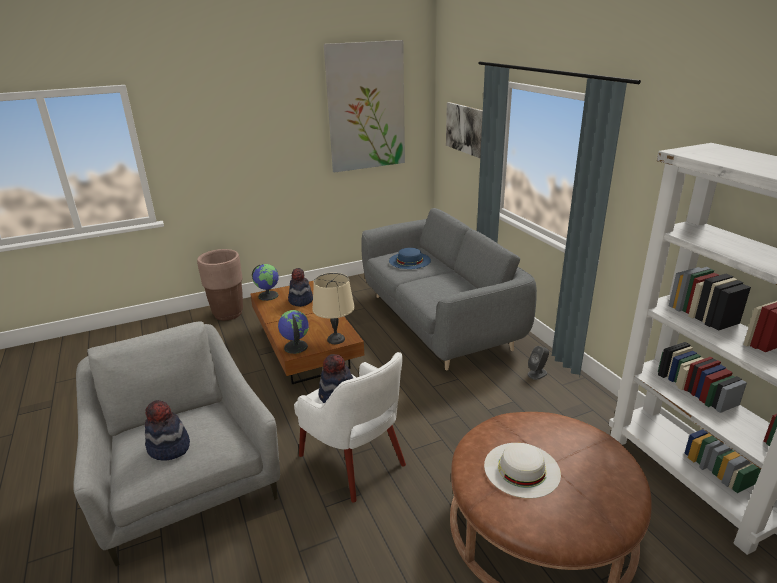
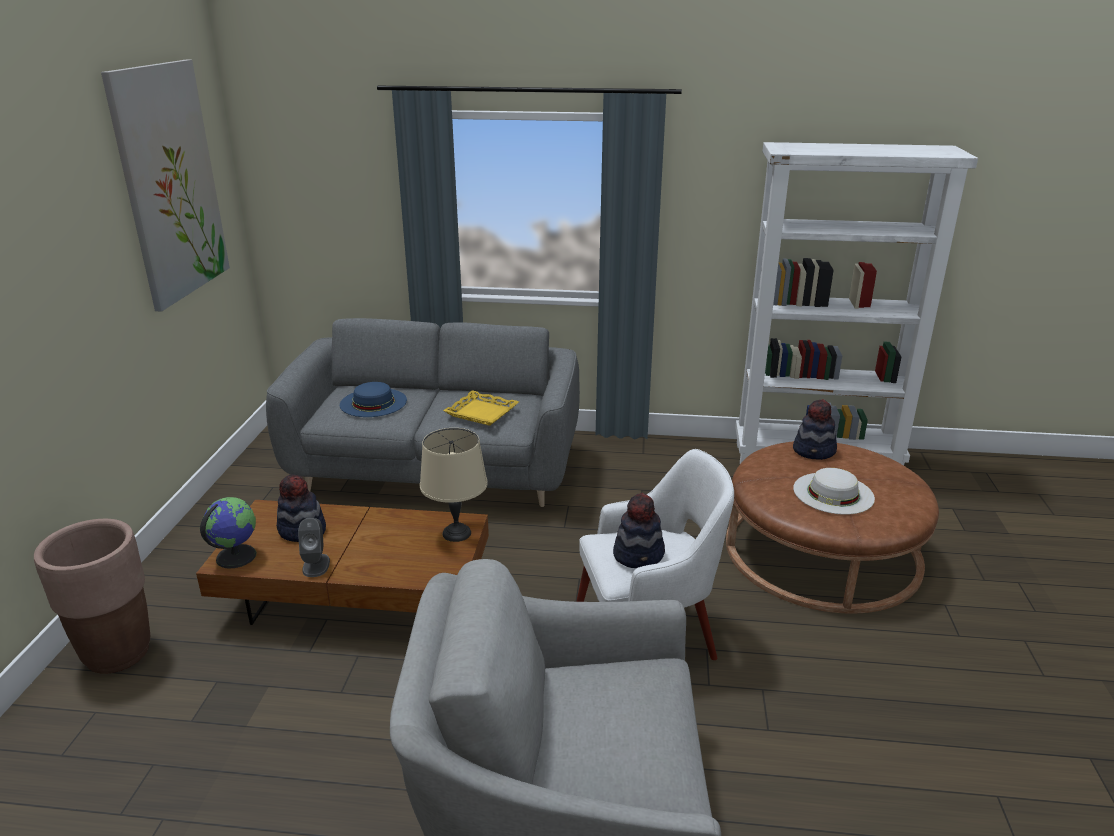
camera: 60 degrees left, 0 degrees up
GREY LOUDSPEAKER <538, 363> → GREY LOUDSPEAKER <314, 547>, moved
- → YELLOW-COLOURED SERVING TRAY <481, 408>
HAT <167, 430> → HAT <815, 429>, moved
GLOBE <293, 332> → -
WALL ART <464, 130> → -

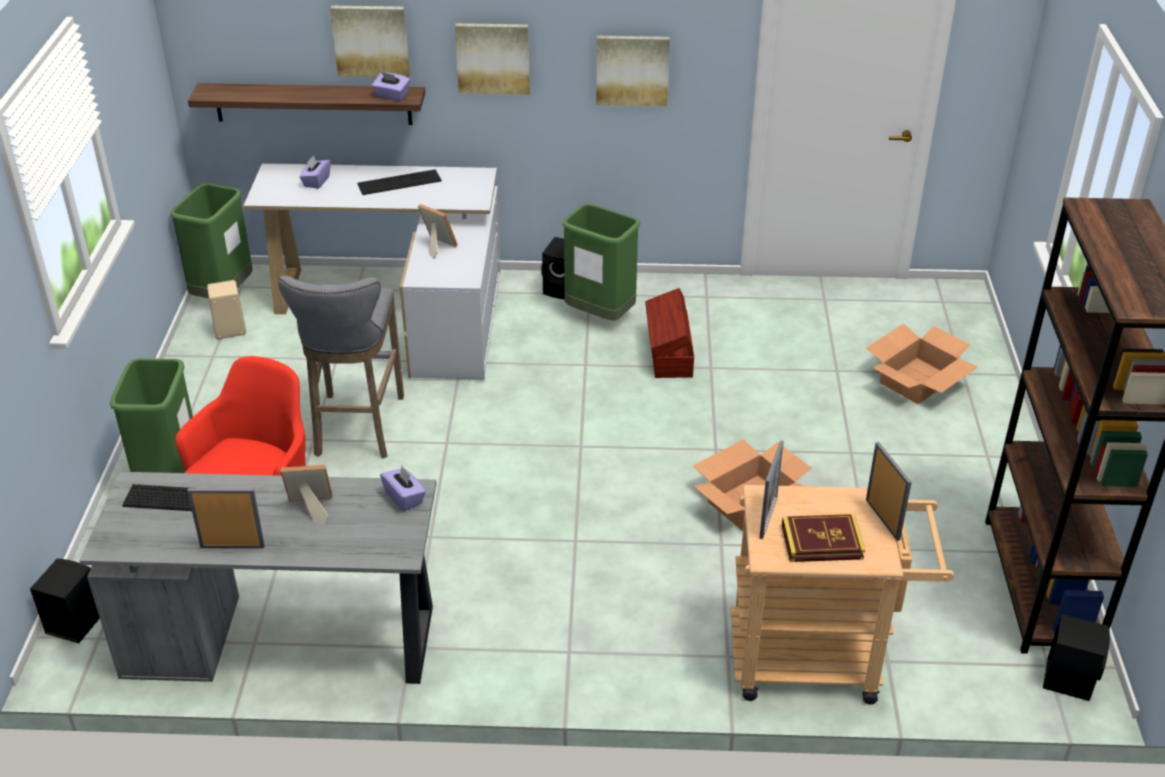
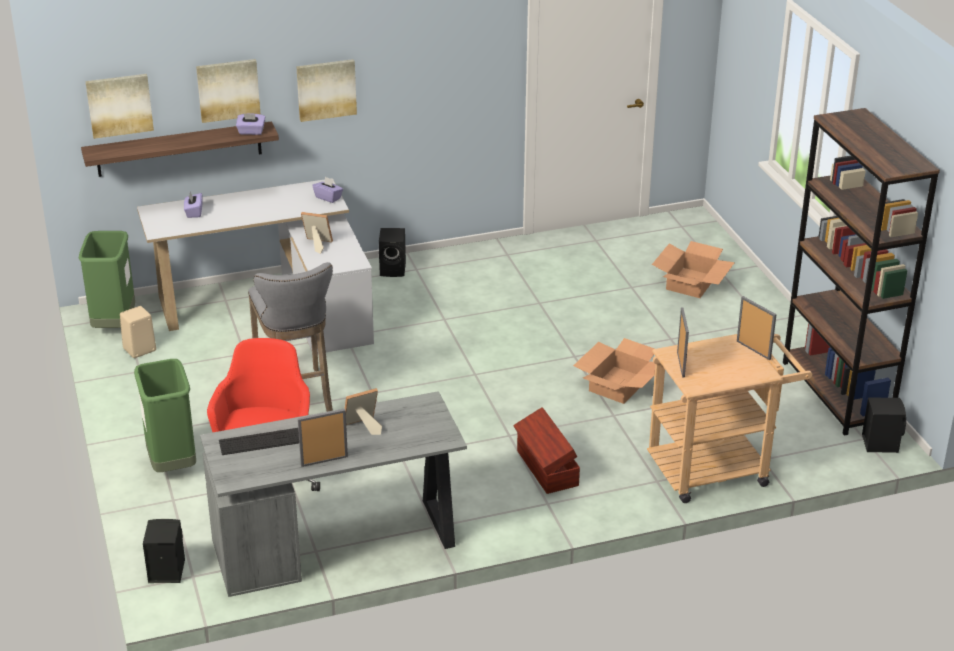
camera: 20 degrees left, 5 degrees down
WALL ART <633, 71> → WALL ART <119, 106>, moved
PURPLISH TISSUE BOX <403, 488> → PURPLISH TISSUE BOX <328, 190>, moved
BROWN-COLOURED STORAGE CONTAINER <669, 333> → BROWN-COLOURED STORAGE CONTAINER <546, 450>, moved
KEYBOARD <399, 182> → -
GREEN-COLOURED RUBBISH BIN <601, 262> → -
VOLUME <823, 538> → -

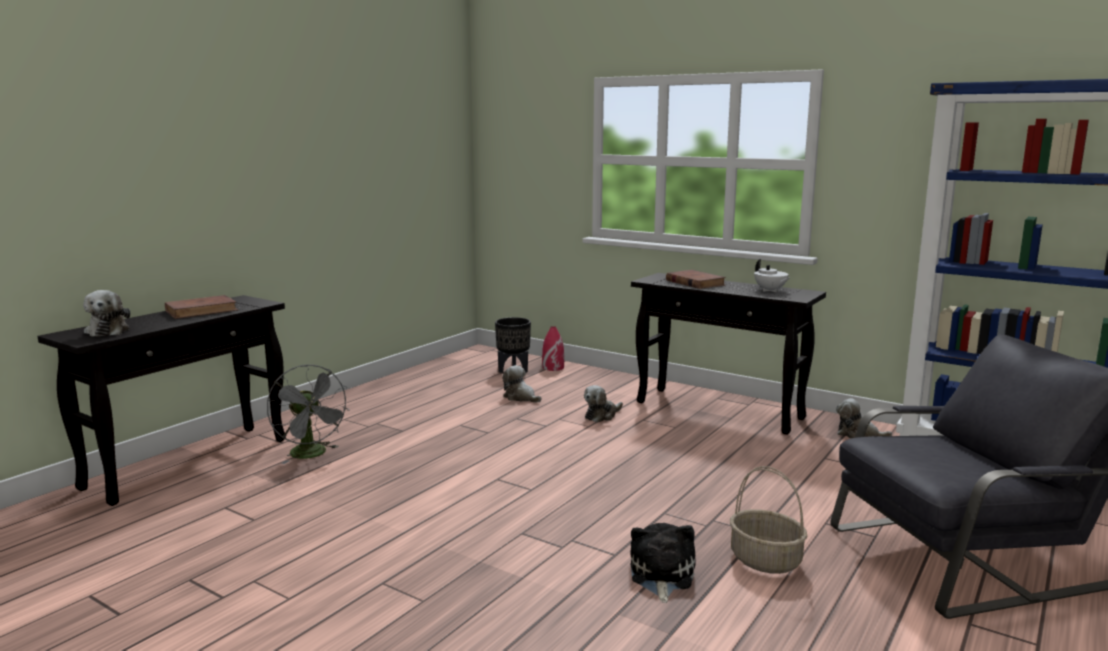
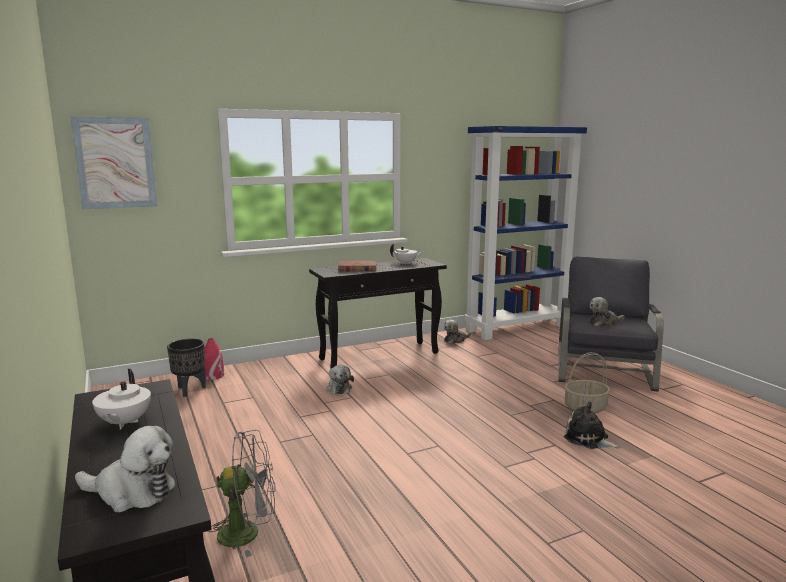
camera: 60 degrees left, 0 degrees up
- → WALL ART <113, 162>
BROWN-COLOURED VOLUME <201, 307> → WHITE POT FOR TEA <121, 399>
PLUSH TOY <521, 384> → PLUSH TOY <606, 312>, moved

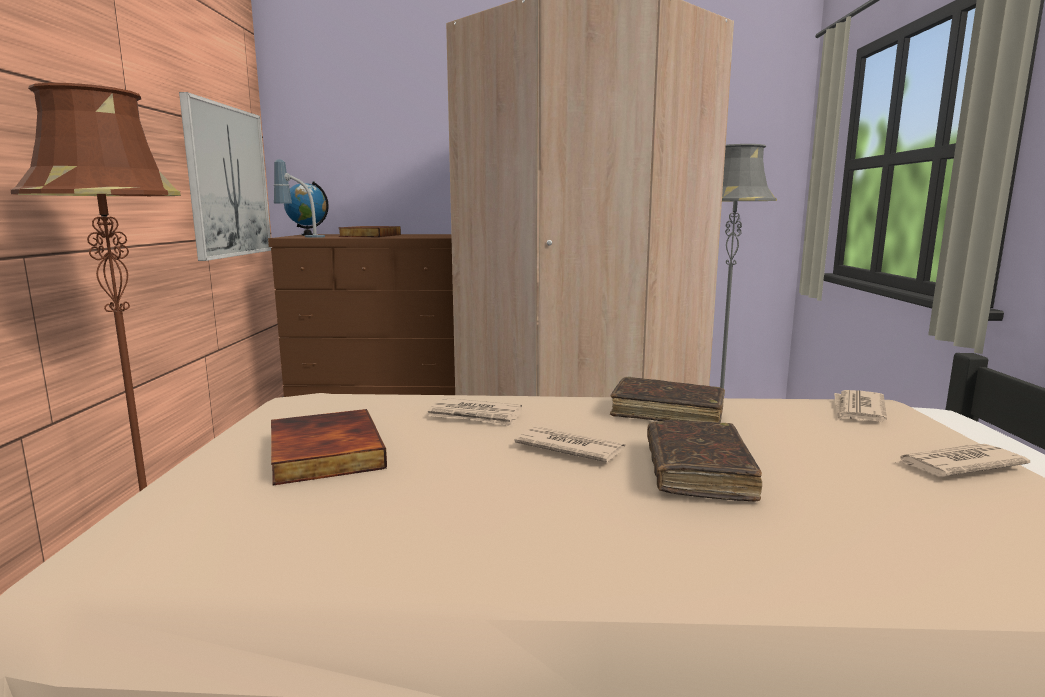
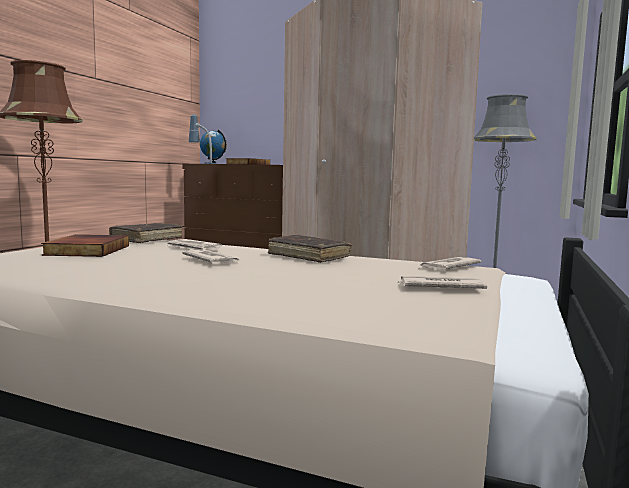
camera: 20 degrees right, 5 degrees down
BROWN-COLOURED VOLUME <704, 460> → BROWN-COLOURED VOLUME <145, 233>, moved
WALL ART <225, 176> → -

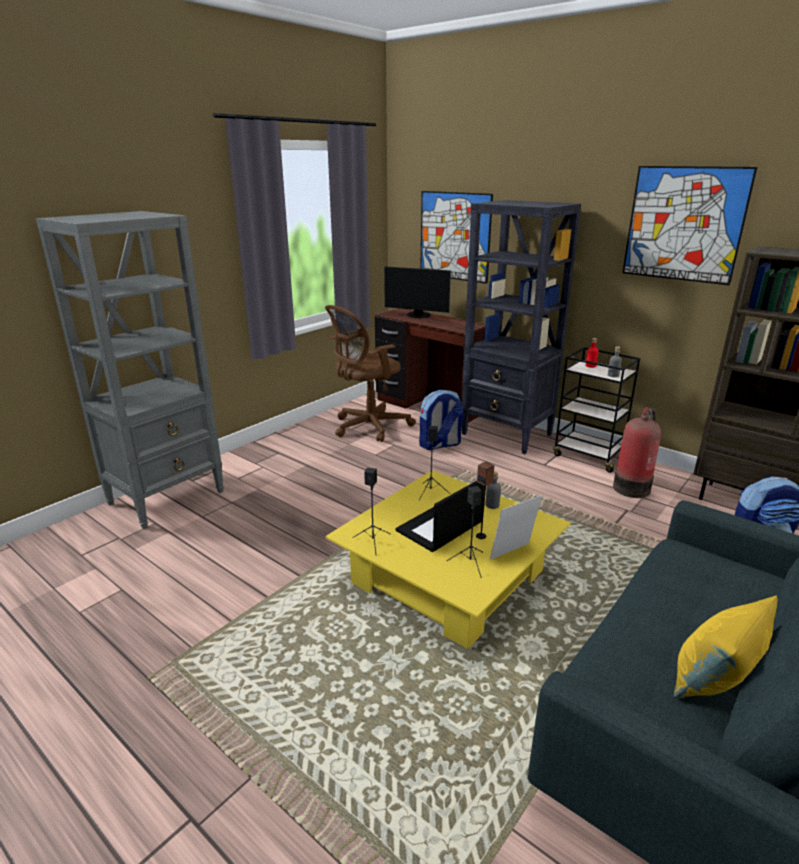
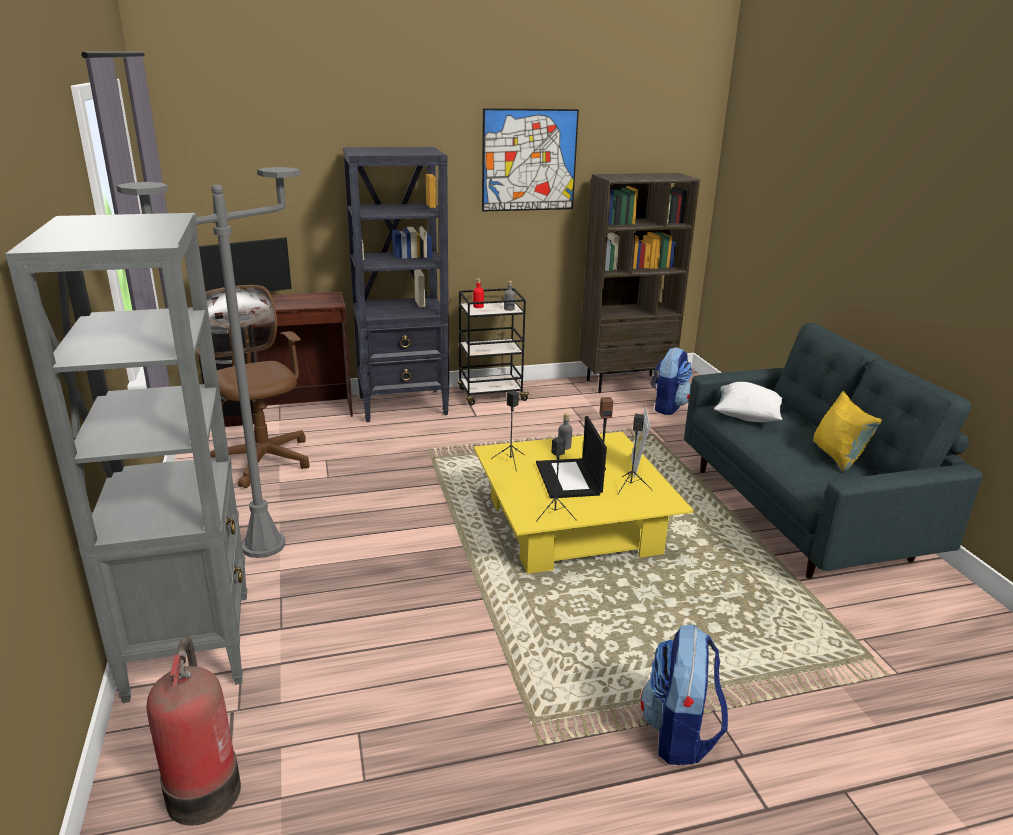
camera: 55 degrees left, 0 degrees up
- → GREY FLOOR LAMP <208, 362>
FIRE EXTINGUISHER <637, 452> → FIRE EXTINGUISHER <194, 731>, moved
BROWN-COLOURED DESK CHAIR <370, 373> → BROWN-COLOURED DESK CHAIR <253, 386>, 150 degrees clockwise
RUCKSACK <441, 420> → RUCKSACK <684, 695>, moved
- → WHITE THROW PILLOW <748, 402>
WALL ART <456, 237> → -

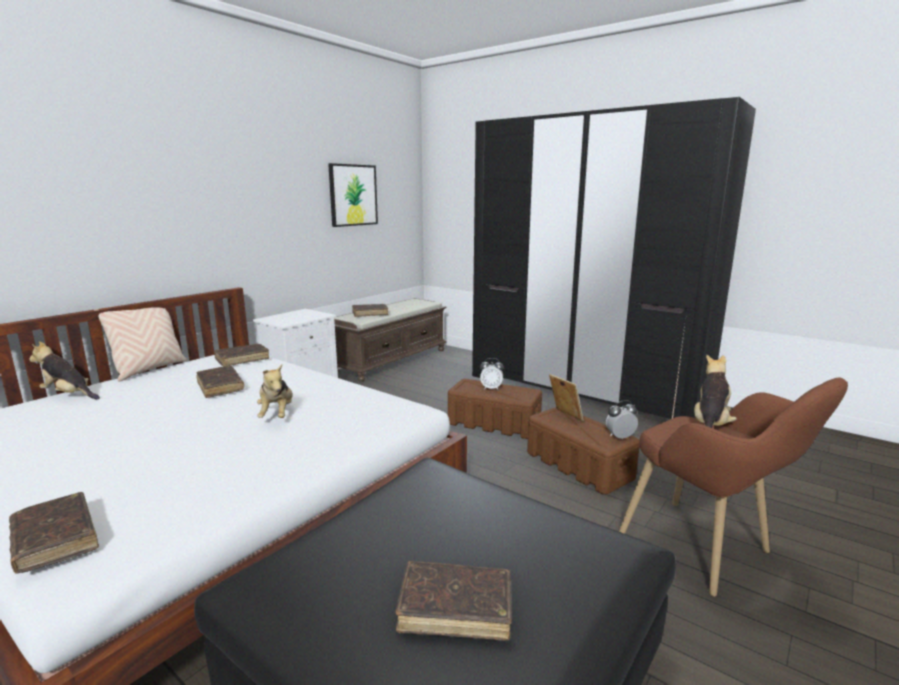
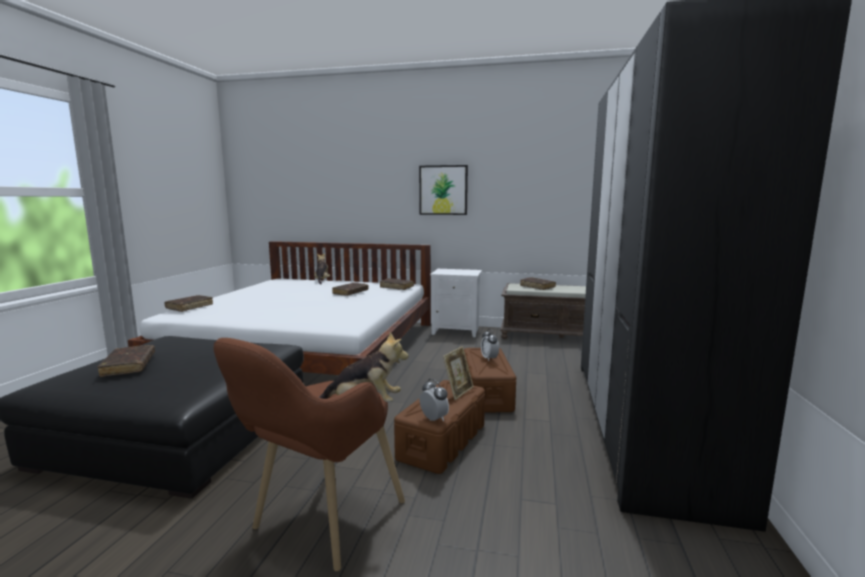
camera: 65 degrees right, 5 degrees down
WALL ART <353, 195> → WALL ART <443, 190>, moved
SAND-COLOURED THROW PILLOW <140, 344> → -
PLUSH TOY <275, 391> → -

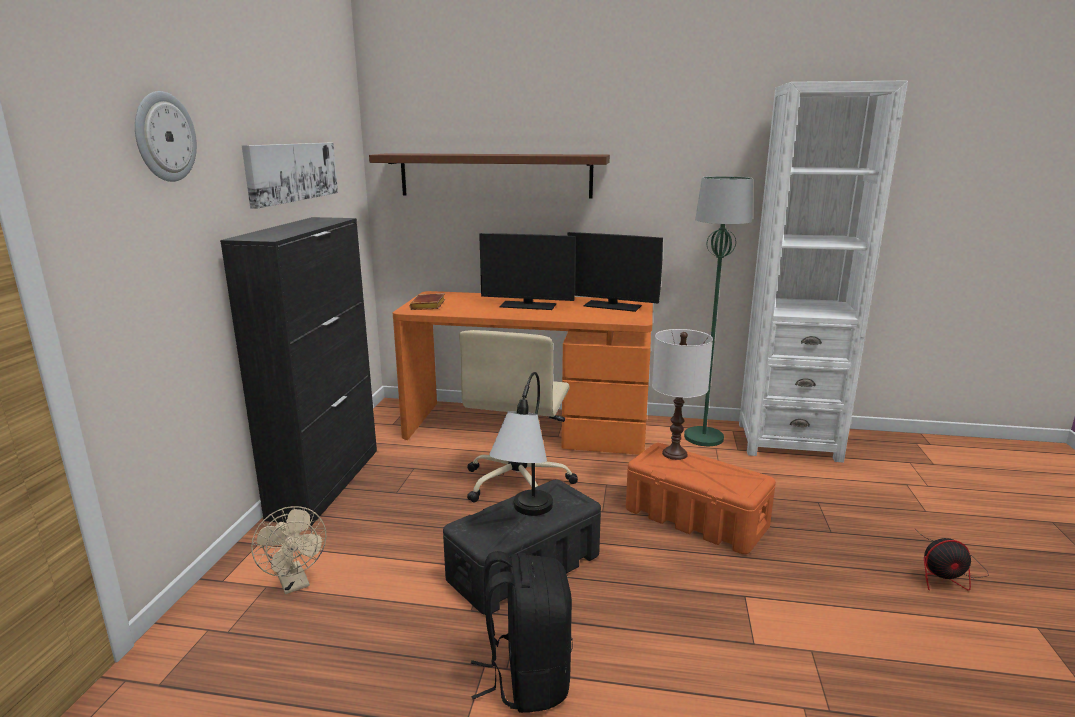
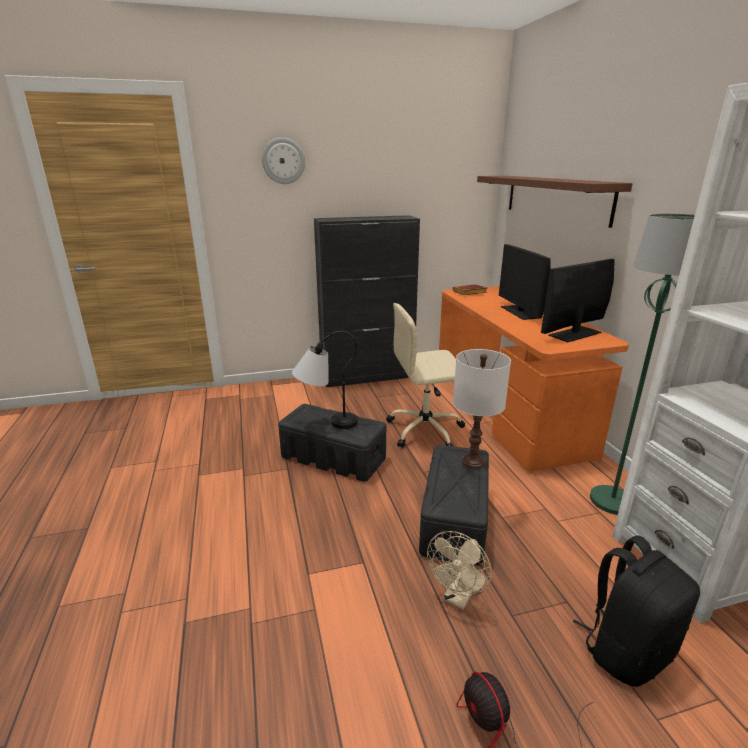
camera: 65 degrees right, 5 degrees up
ORANGE-COLOURED STORAGE CONTAINER <701, 498> → BLACK STORAGE CONTAINER <454, 505>
SAND-COLOURED FAN <288, 550> → SAND-COLOURED FAN <459, 570>, moved
COMPUTER SCREEN <615, 272> → COMPUTER SCREEN <578, 300>, 60 degrees clockwise
BLACK RUCKSACK <522, 632> → BLACK RUCKSACK <636, 611>, moved
WALL ART <290, 176> → -

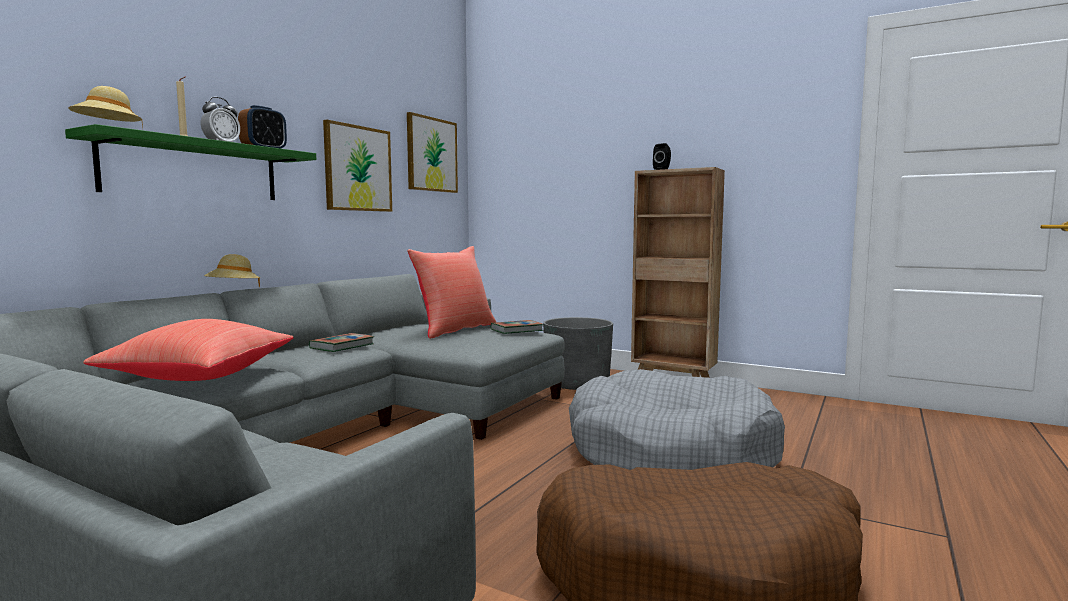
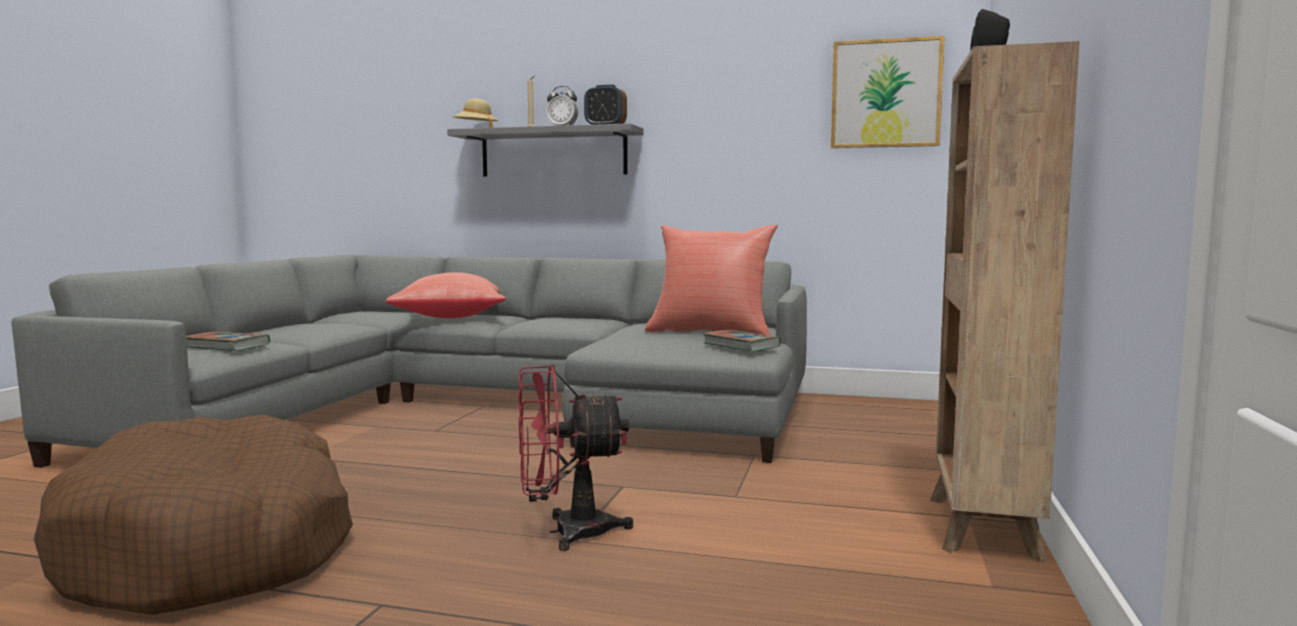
camera: 75 degrees right, 0 degrees up
VOLUME <341, 342> → VOLUME <228, 341>, moved
GREEN-COLOURED WALL SHELF <190, 162> → GREY WALL SHELF <545, 149>
GREY PET BED <677, 419> → RED-COLOURED FAN <576, 457>
SAND-COLOURED HAT <232, 271> → -
WALL ART <357, 166> → -
GREY FLOWER POT <578, 353> → -

